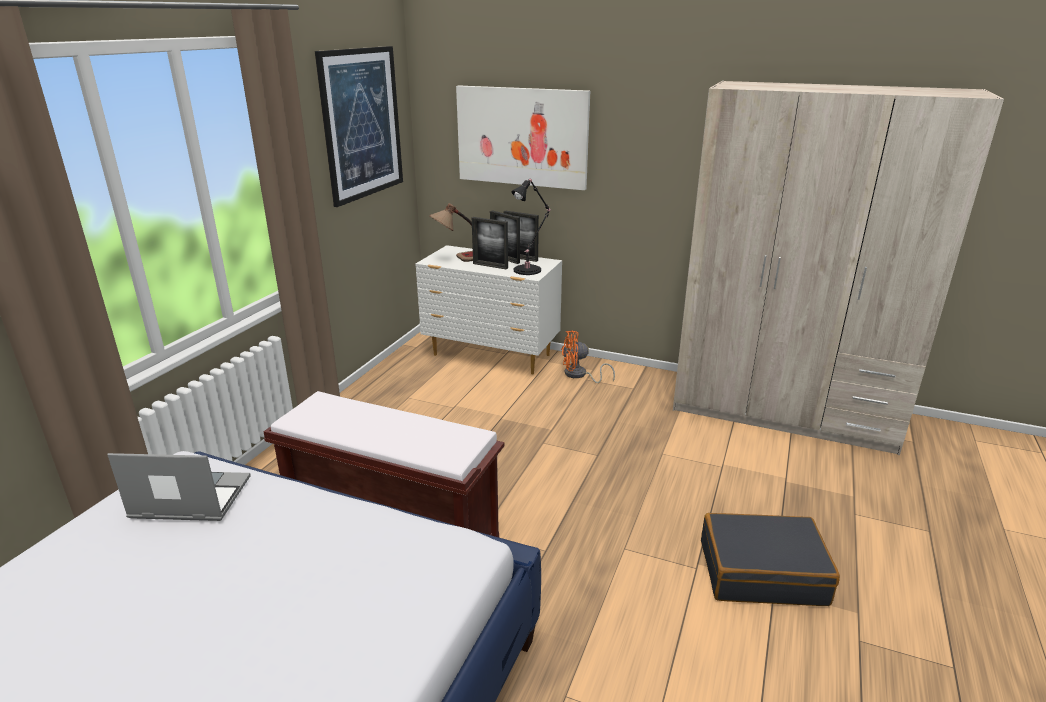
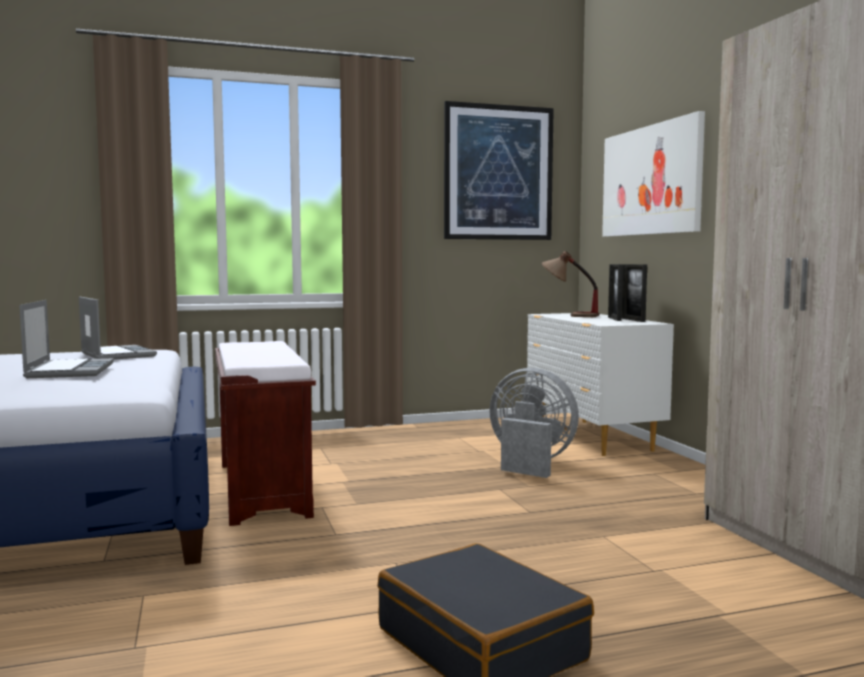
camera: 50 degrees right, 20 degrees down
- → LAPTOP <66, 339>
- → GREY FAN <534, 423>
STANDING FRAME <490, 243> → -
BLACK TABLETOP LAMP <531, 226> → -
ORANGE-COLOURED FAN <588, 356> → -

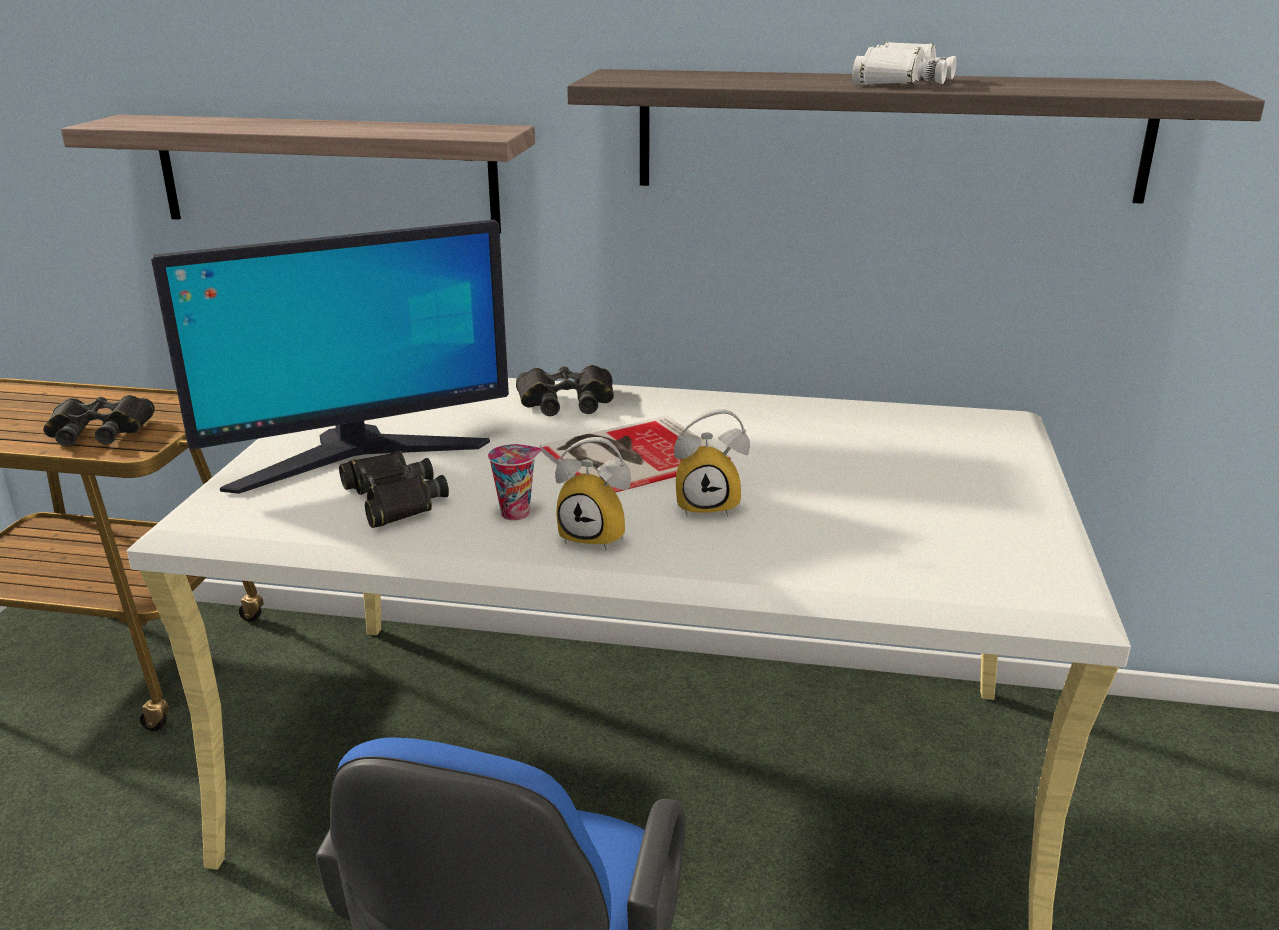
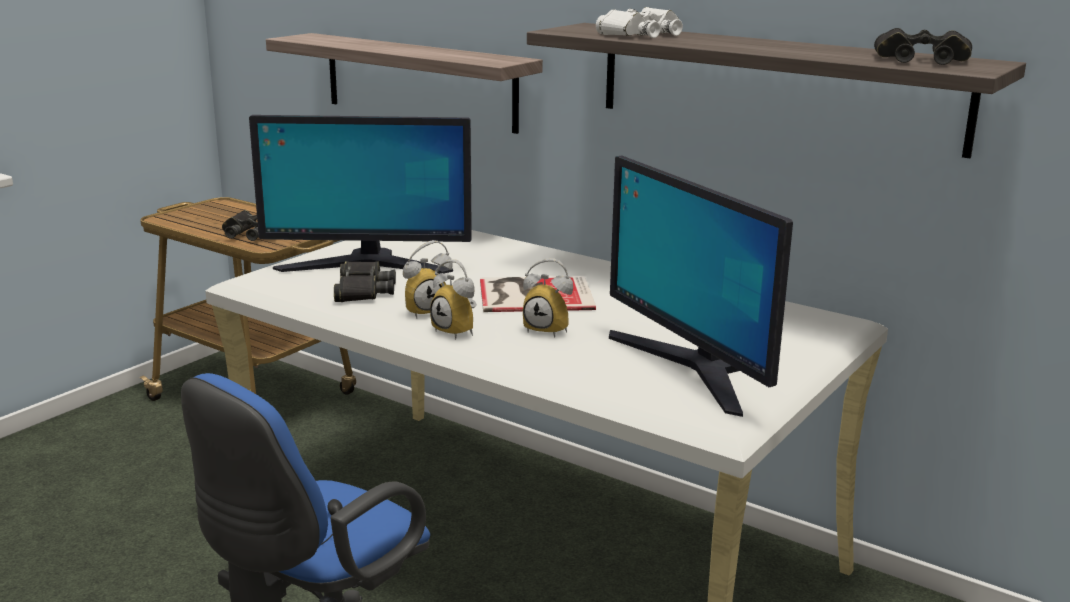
camera: 25 degrees right, 5 degrees down
SMALL CUP <515, 482> → ALARM CLOCK <428, 279>
WHITE BINOCULARS <904, 63> → WHITE BINOCULARS <639, 22>, moved
- → COMPUTER SCREEN <701, 286>
BLACK BINOCULARS <565, 390> → BLACK BINOCULARS <923, 46>, moved

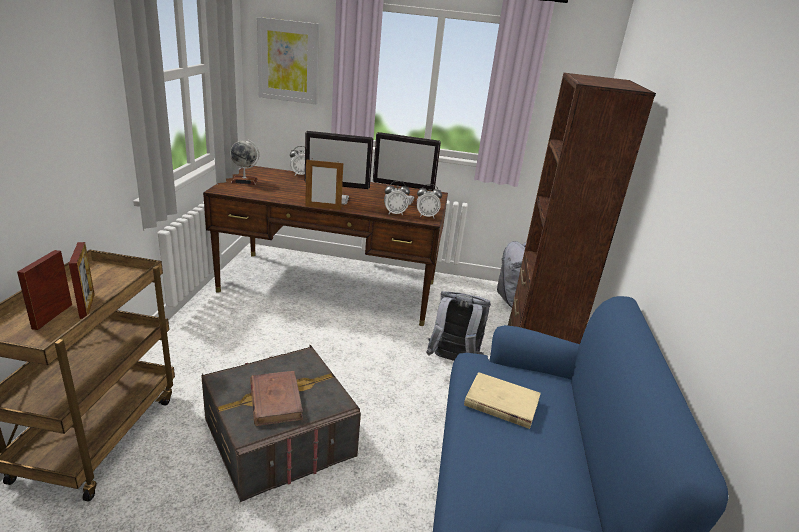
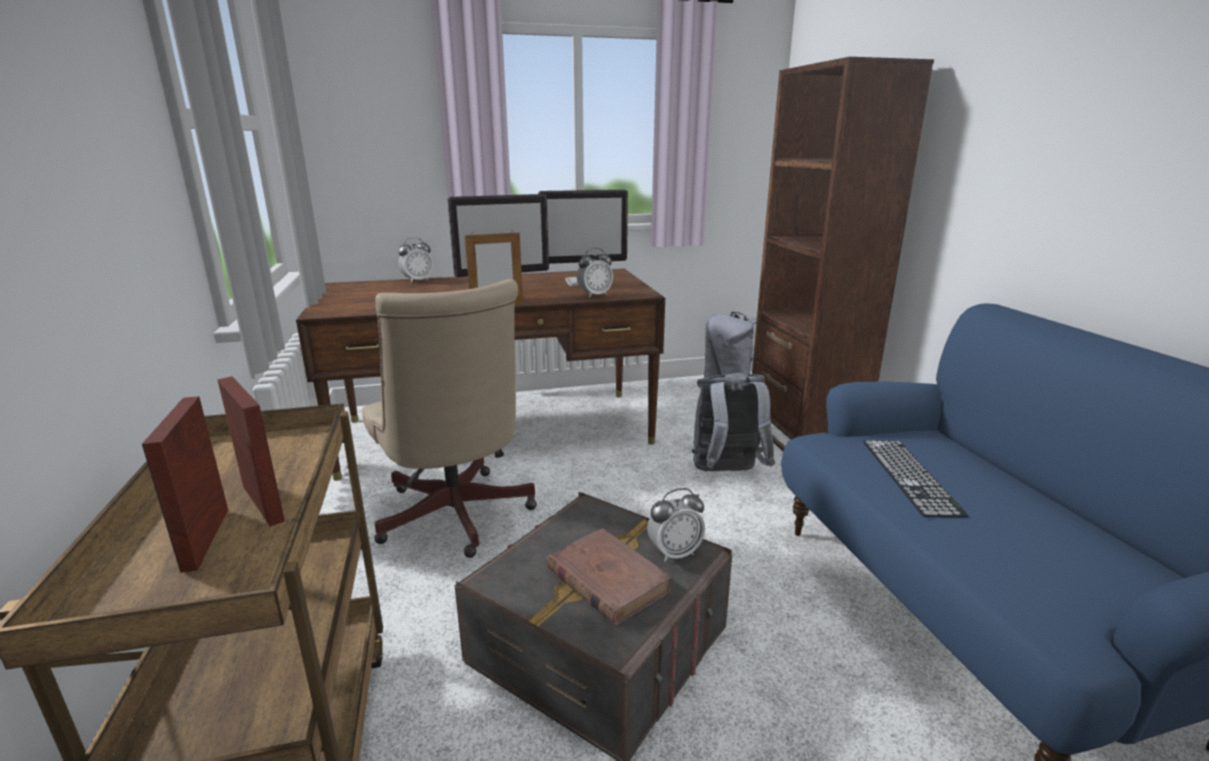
camera: 20 degrees left, 5 degrees down
- → SAND-COLOURED DESK CHAIR <449, 418>
ALARM CLOCK <429, 201> → ALARM CLOCK <676, 525>, moved
SAND-COLOURED VOLUME <502, 400> → KEYBOARD <915, 479>
GLOBE <244, 162> → -
WALL ART <288, 60> → -

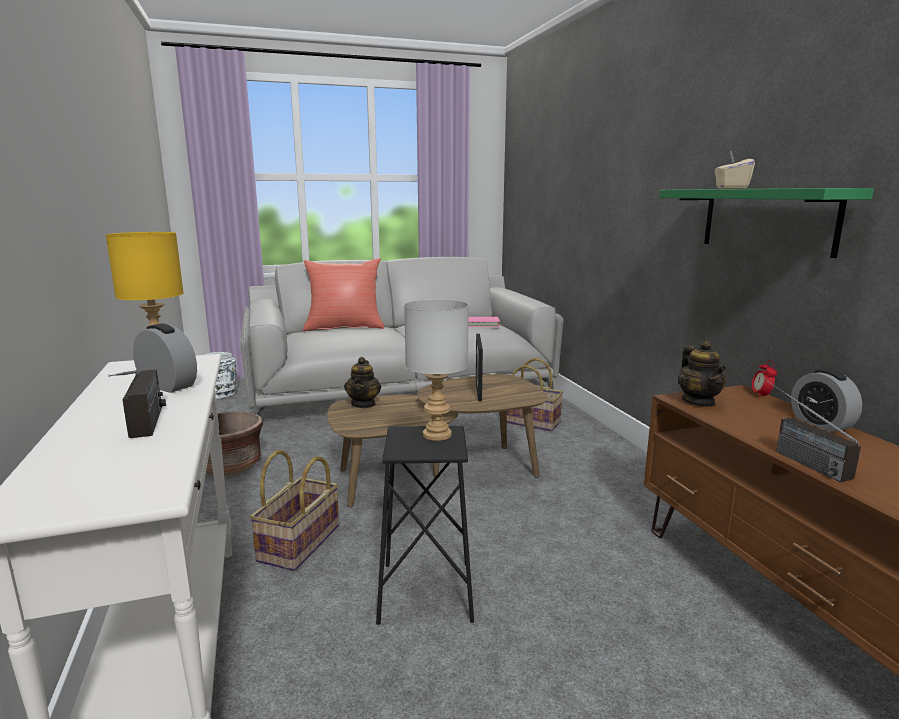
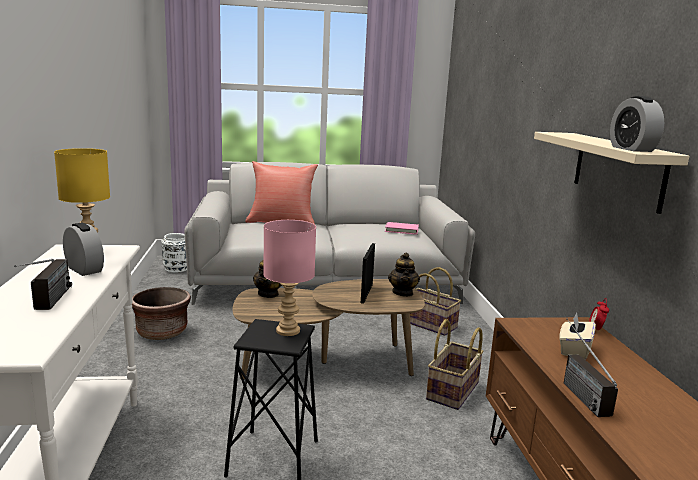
camera: 10 degrees right, 0 degrees up
GREY TABLETOP LAMP <436, 370> → PINK TABLETOP LAMP <289, 278>
POT FOR TEA <702, 373> → POT FOR TEA <404, 275>, moved
BASKET <294, 510> → BASKET <455, 364>, moved
GREEN-COLOURED WALL SHELF <766, 223> → SAND-COLOURED WALL SHELF <611, 173>
SAND-COLOURED TISSUE BOX <735, 169> → SAND-COLOURED TISSUE BOX <577, 336>, moved
ALARM CLOCK <826, 400> → ALARM CLOCK <637, 124>, moved

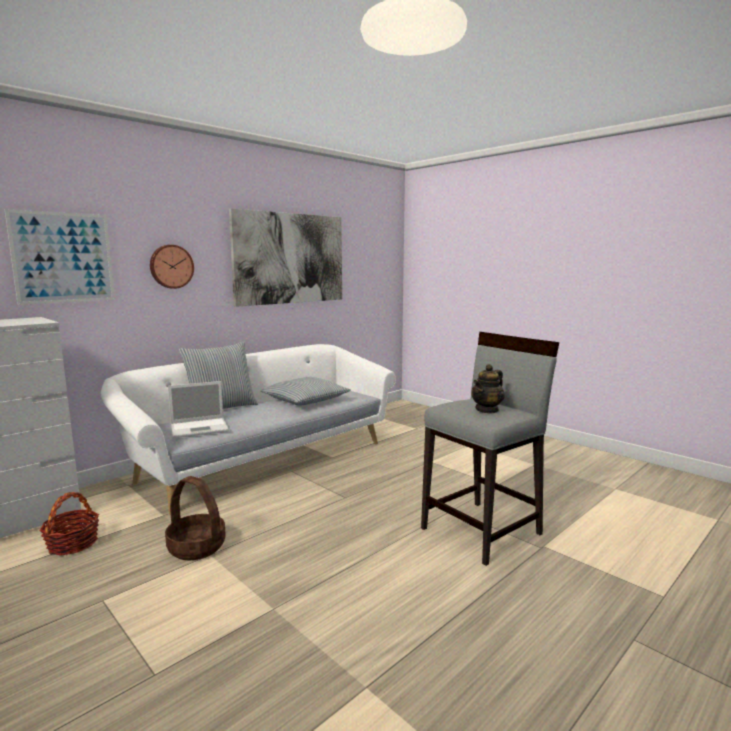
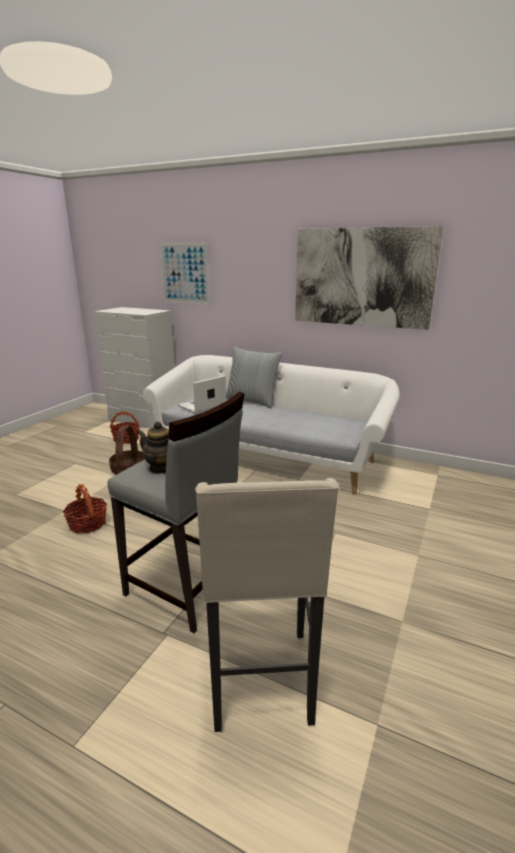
camera: 70 degrees right, 10 degrees up
- → BASKET <85, 508>
LAPTOP <198, 409> → LAPTOP <202, 394>, 90 degrees clockwise
- → SAND-COLOURED SITTING STOOL <267, 605>
WALL CLOCK <172, 267> → -
THROW PILLOW <306, 391> → -

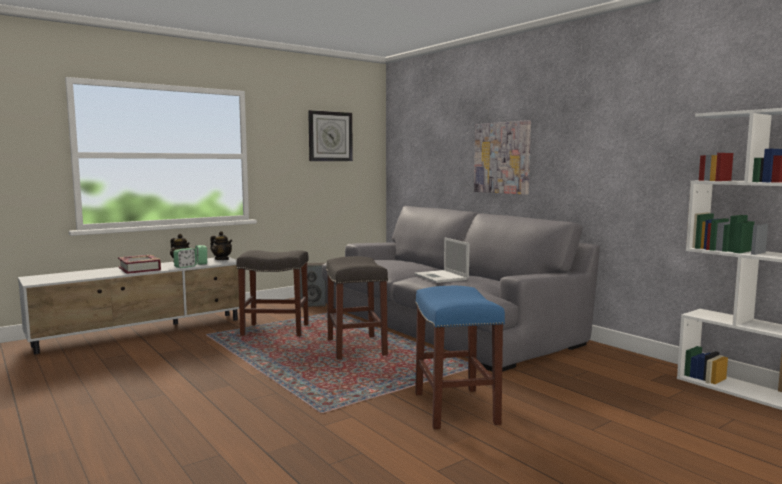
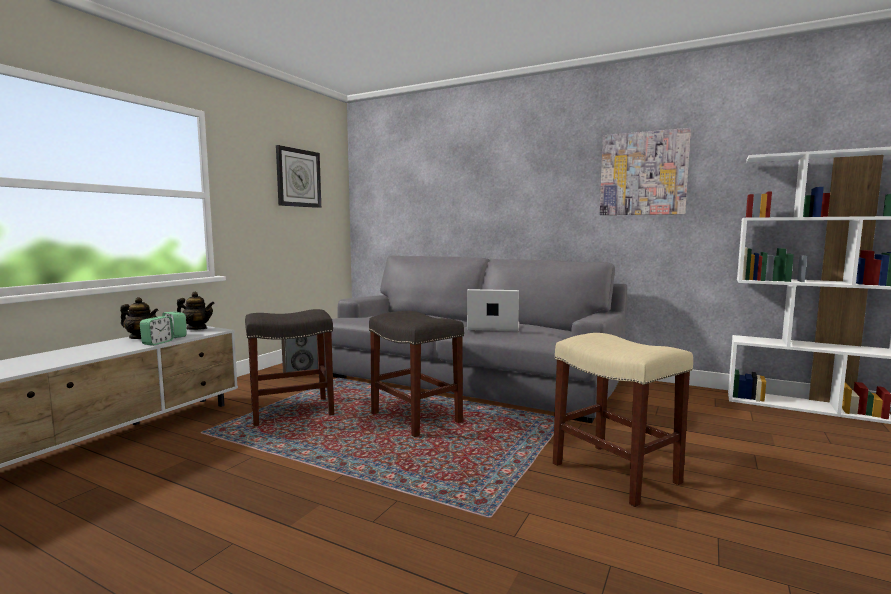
camera: 25 degrees left, 0 degrees up
LAPTOP <442, 260> → LAPTOP <493, 310>, 150 degrees clockwise
BLUE SITTING STOOL <460, 358> → SAND-COLOURED SITTING STOOL <623, 420>
WALL ART <502, 157> → WALL ART <645, 171>, moved
VOLUME <139, 264> → -

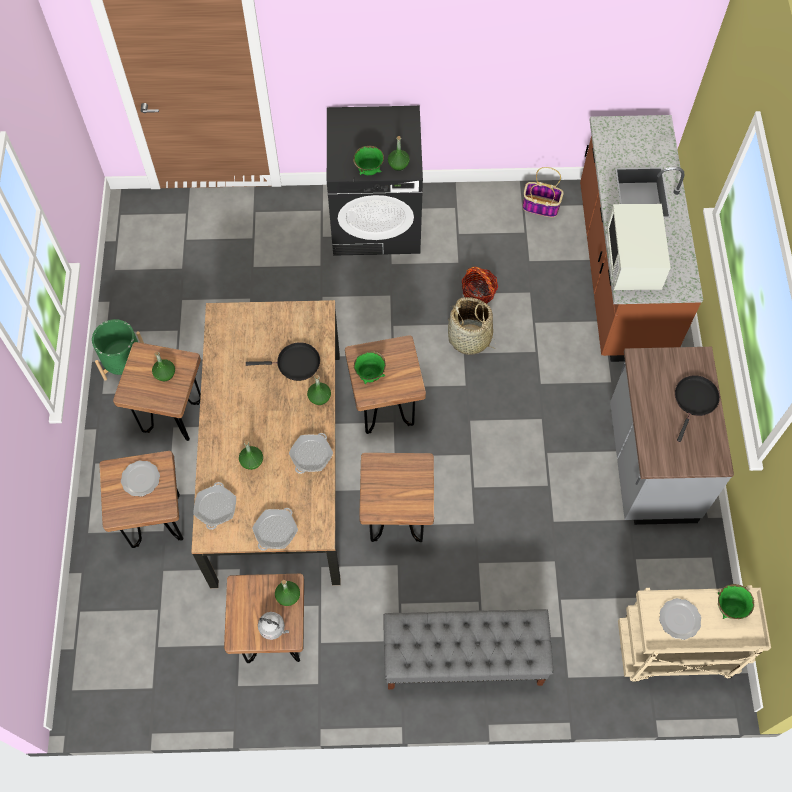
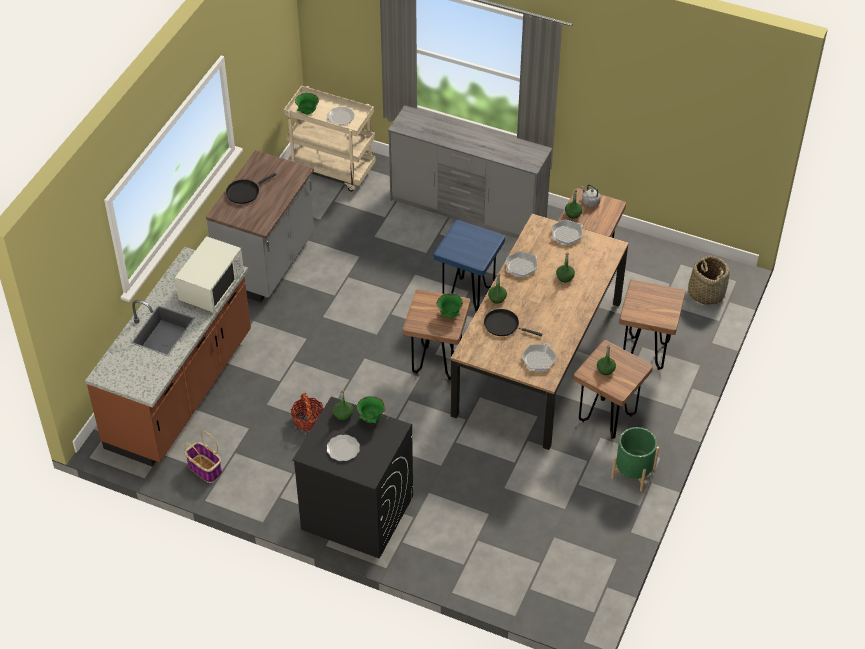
camera: 155 degrees left, 15 degrees down
DINNER PLATE <140, 479> → DINNER PLATE <343, 448>, moved
GREY INDOOR BENCH <469, 649> → GREY CHEST OF DRAWERS <470, 171>
BROWN-COLOURED SITTING STOOL <396, 497> → BLUE SITTING STOOL <469, 265>
SKILLET <214, 506> → SKILLET <539, 357>, moved
BASKET <470, 326> → BASKET <709, 280>, moved

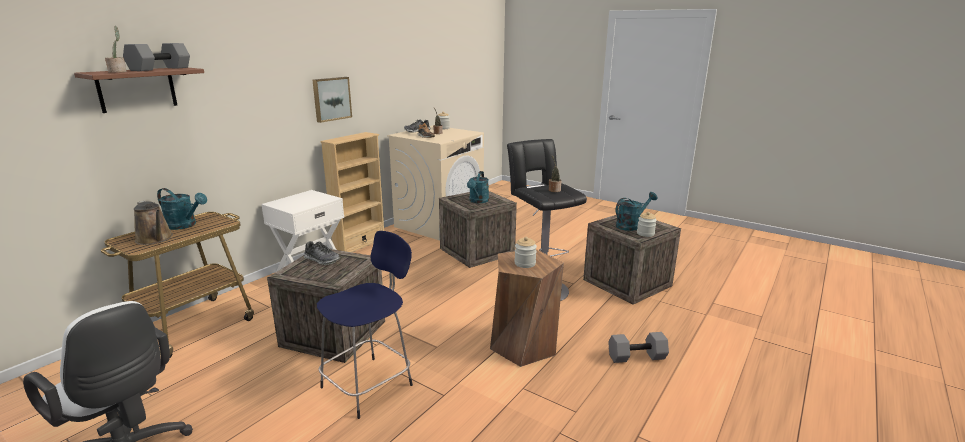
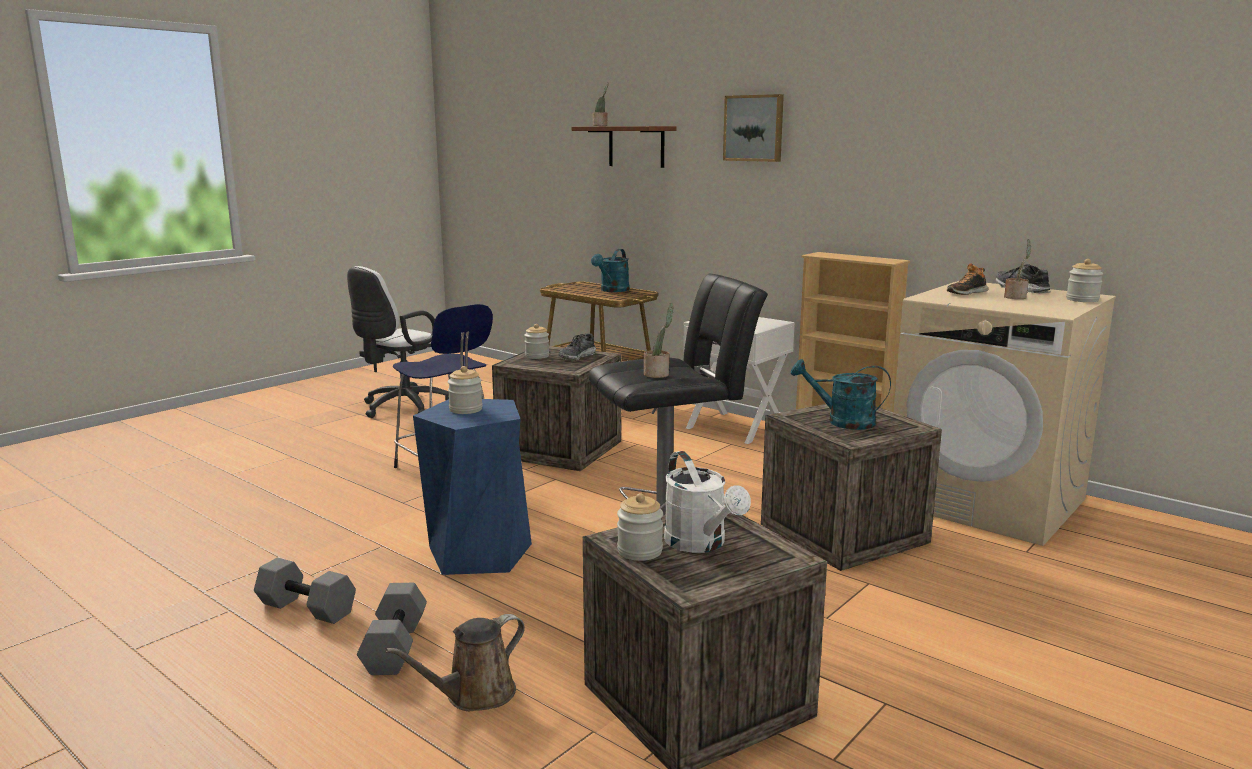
camera: 95 degrees right, 5 degrees down
GREY DUMBBELL <156, 57> → GREY DUMBBELL <305, 591>, moved
BROWN-COLOURED SPRINKLING CAN <153, 223> → BROWN-COLOURED SPRINKLING CAN <455, 662>, moved
BROWN-COLOURED SITTING STOOL <527, 308> → BLUE SITTING STOOL <472, 487>
- → STORAGE JAR <536, 341>
BLUE-GREEN SPRINKLING CAN <637, 211> → WHITE SPRINKLING CAN <707, 502>
WALL ART <332, 100> → WALL ART <753, 128>, moved

